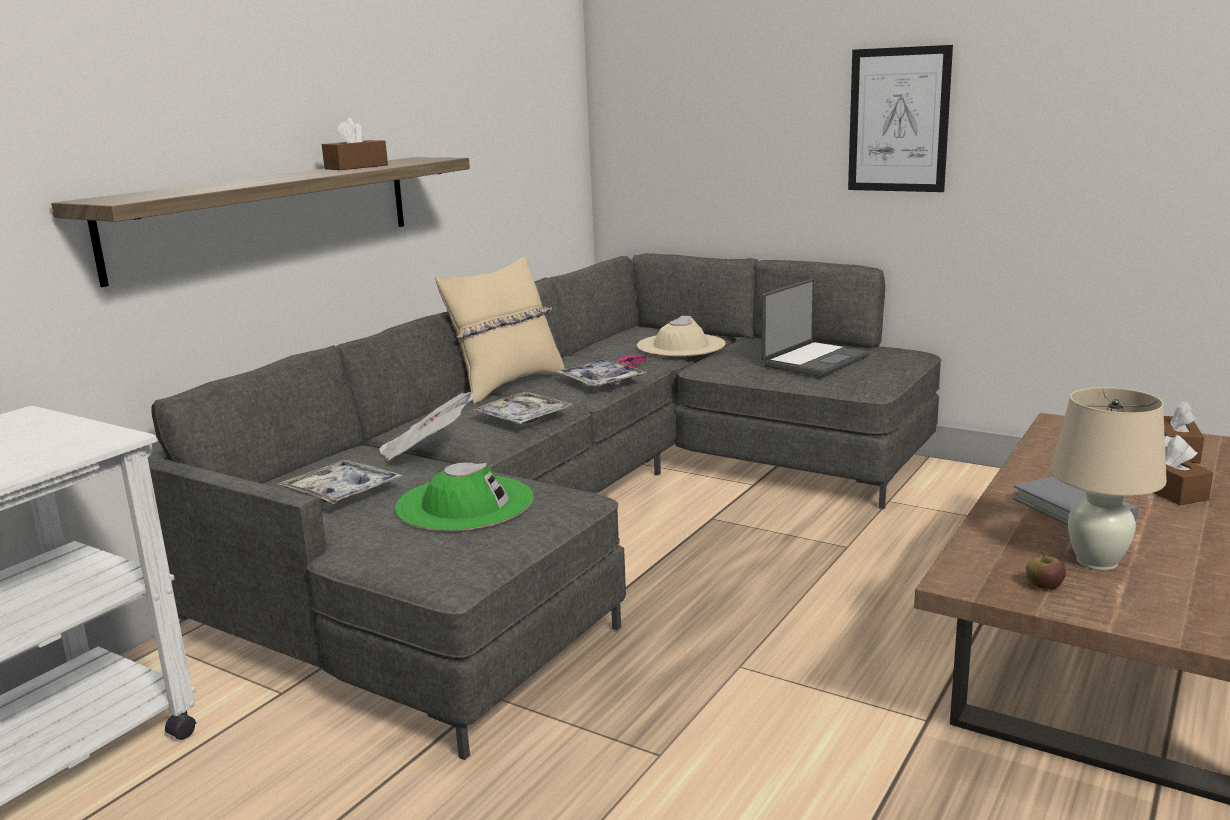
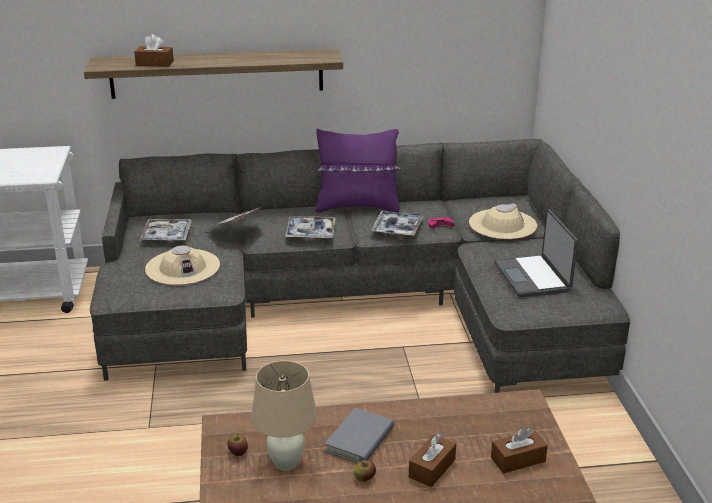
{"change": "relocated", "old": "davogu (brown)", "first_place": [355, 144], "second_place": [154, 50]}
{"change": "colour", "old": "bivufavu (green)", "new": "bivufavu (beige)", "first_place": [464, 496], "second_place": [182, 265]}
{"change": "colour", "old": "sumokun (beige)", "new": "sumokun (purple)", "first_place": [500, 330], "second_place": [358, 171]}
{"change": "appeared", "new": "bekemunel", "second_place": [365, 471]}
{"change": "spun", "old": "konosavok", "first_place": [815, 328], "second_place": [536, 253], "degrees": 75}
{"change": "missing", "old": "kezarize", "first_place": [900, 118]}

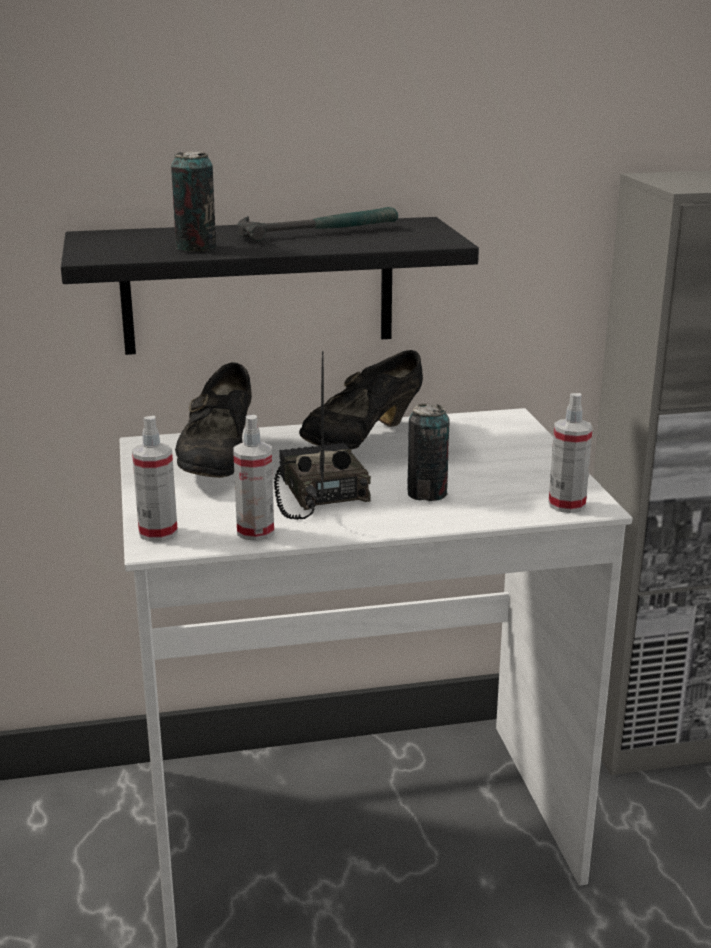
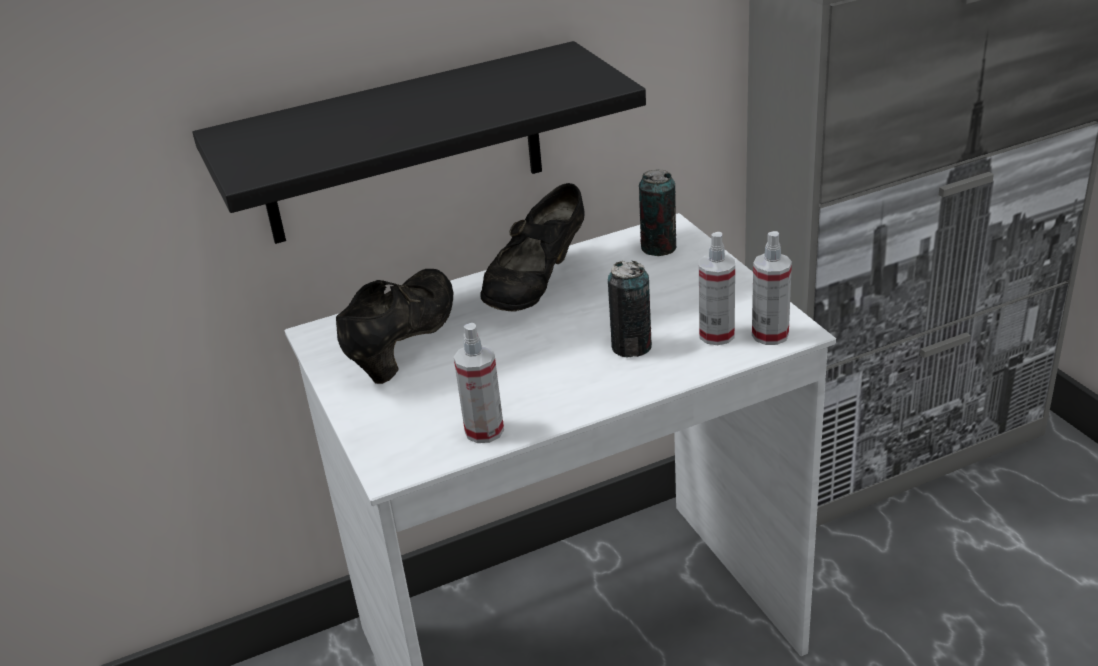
{"change": "spun", "old": "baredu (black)", "first_place": [213, 420], "second_place": [394, 326], "degrees": -150}
{"change": "relocated", "old": "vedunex", "first_place": [193, 201], "second_place": [657, 212]}
{"change": "relocated", "old": "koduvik", "first_place": [155, 478], "second_place": [717, 288]}
{"change": "missing", "old": "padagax", "first_place": [318, 224]}
{"change": "missing", "old": "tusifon", "first_place": [322, 435]}

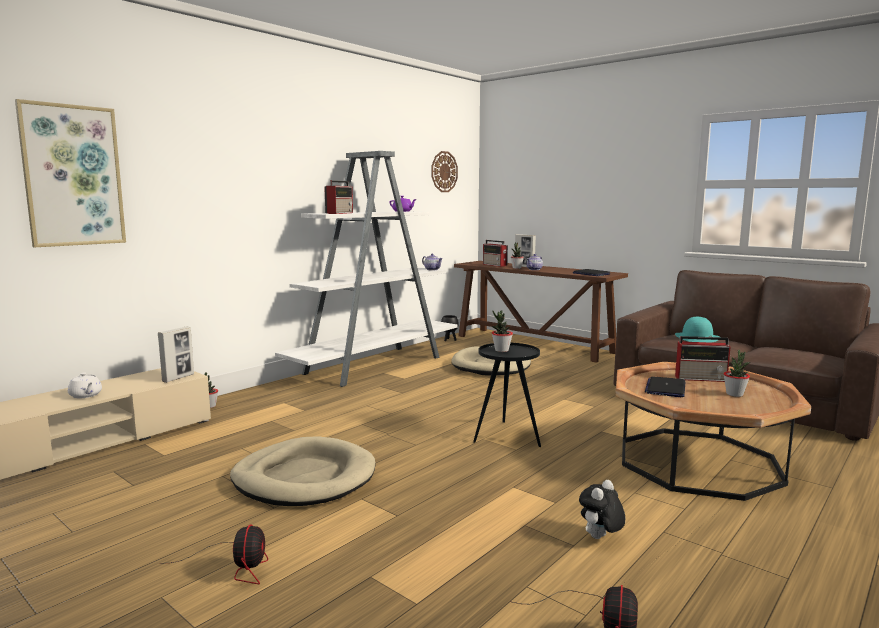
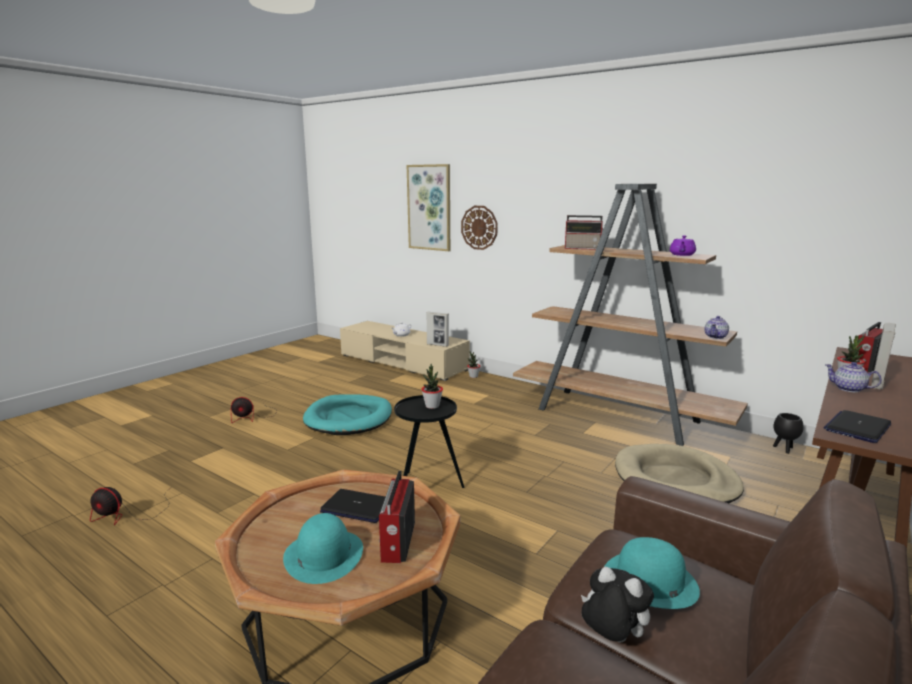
{"change": "exchanged", "old": "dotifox", "new": "bivufavu (turquoise)", "first_place": [736, 373], "second_place": [323, 548]}
{"change": "colour", "old": "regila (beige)", "new": "regila (turquoise)", "first_place": [302, 471], "second_place": [347, 414]}
{"change": "relocated", "old": "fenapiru", "first_place": [445, 171], "second_place": [479, 228]}
{"change": "colour", "old": "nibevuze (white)", "new": "nibevuze (brown)", "first_place": [366, 269], "second_place": [630, 315]}
{"change": "relocated", "old": "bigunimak", "first_place": [602, 509], "second_place": [617, 604]}

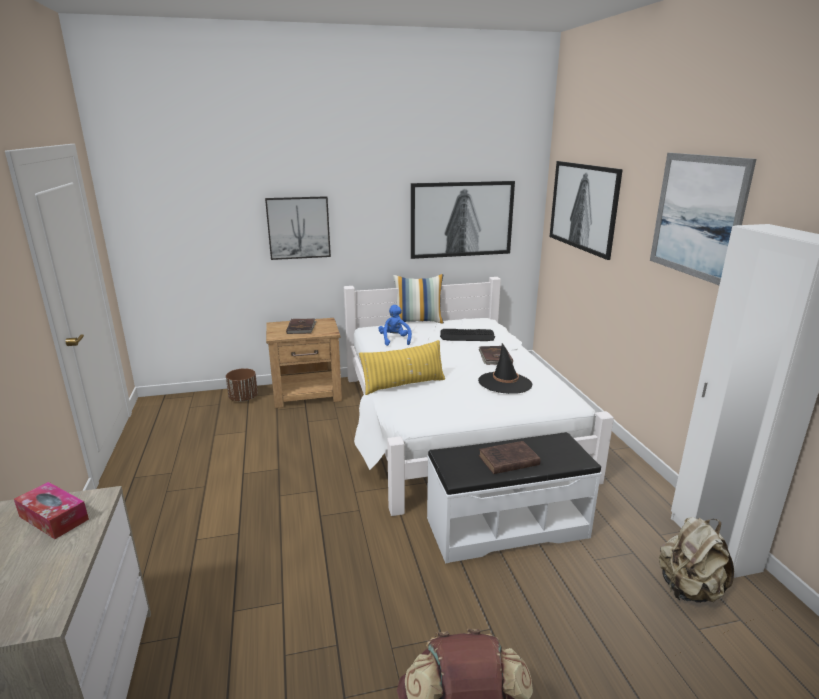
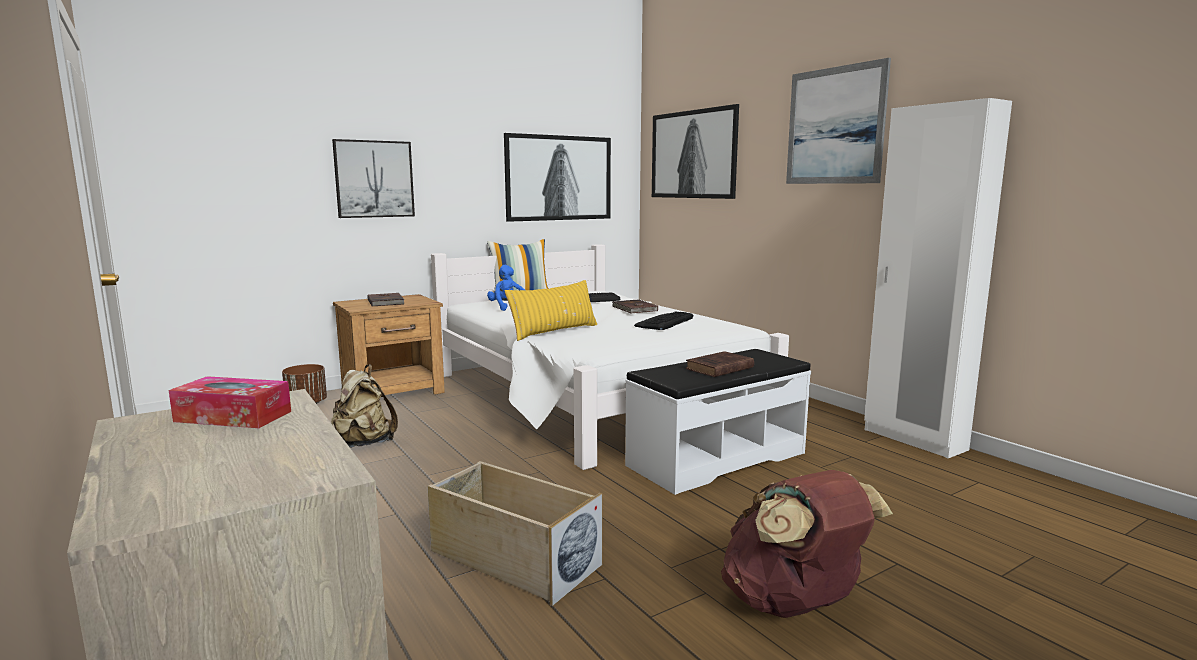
{"change": "relocated", "old": "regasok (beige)", "first_place": [696, 560], "second_place": [364, 406]}
{"change": "appeared", "new": "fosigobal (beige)", "second_place": [515, 533]}
{"change": "exchanged", "old": "bivufavu (black)", "new": "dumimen", "first_place": [505, 368], "second_place": [663, 321]}

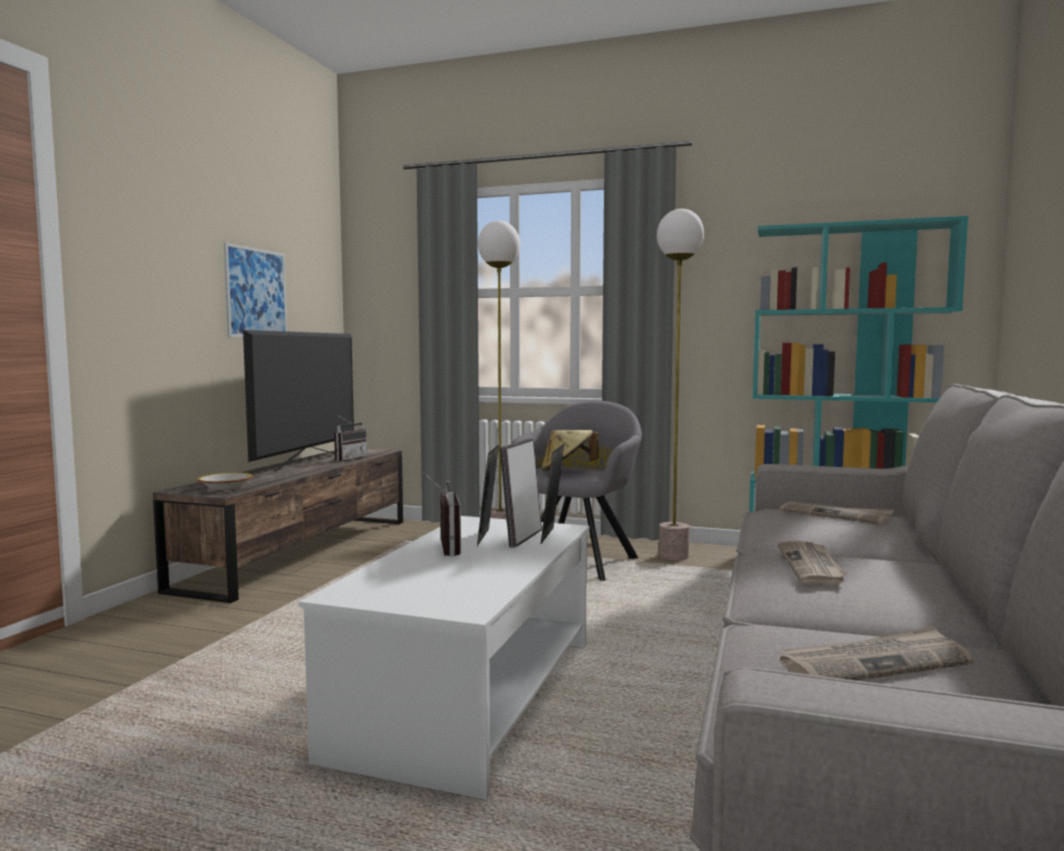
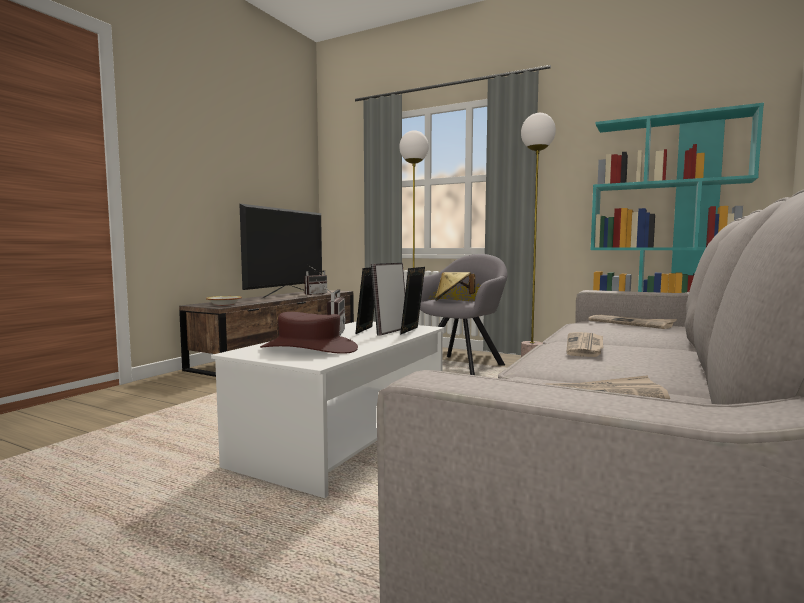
{"change": "appeared", "new": "bivufavu (brown)", "second_place": [309, 333]}
{"change": "missing", "old": "kezarize", "first_place": [255, 289]}

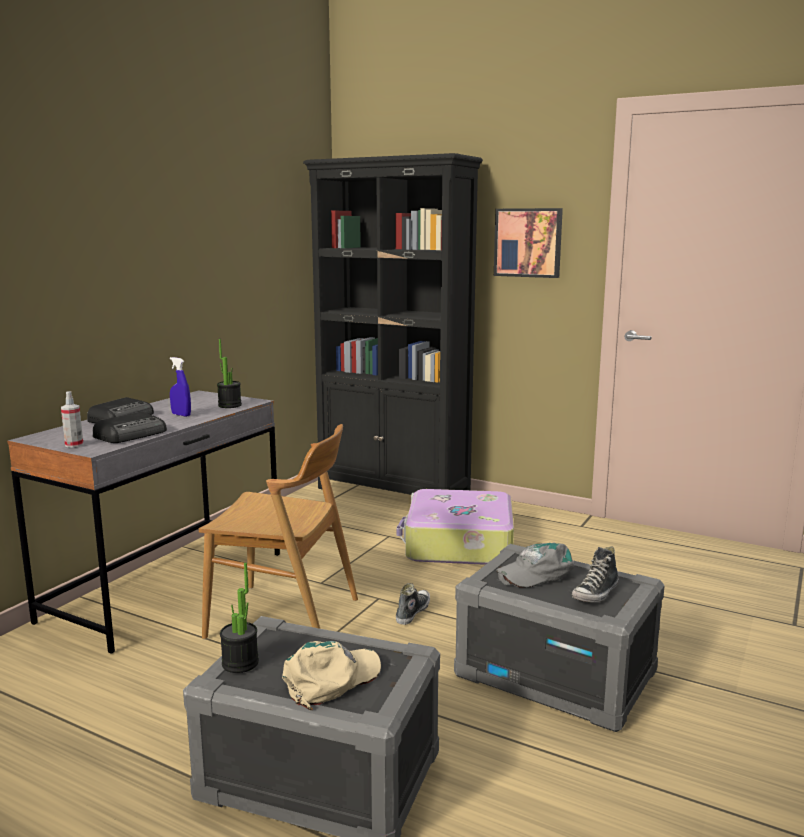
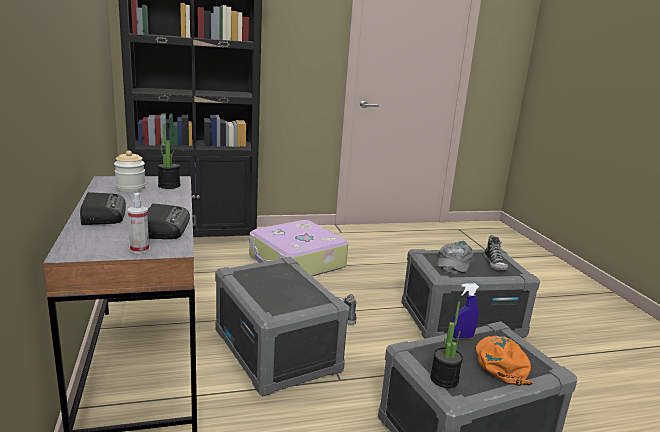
{"change": "appeared", "new": "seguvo", "second_place": [130, 171]}
{"change": "exchanged", "old": "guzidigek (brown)", "new": "fosigobal (grey)", "first_place": [278, 531], "second_place": [282, 326]}
{"change": "relocated", "old": "koduvik (blue)", "first_place": [180, 387], "second_place": [465, 311]}
{"change": "colour", "old": "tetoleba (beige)", "new": "tetoleba (orange)", "first_place": [331, 676], "second_place": [504, 360]}
{"change": "missing", "old": "kezarize", "first_place": [528, 243]}

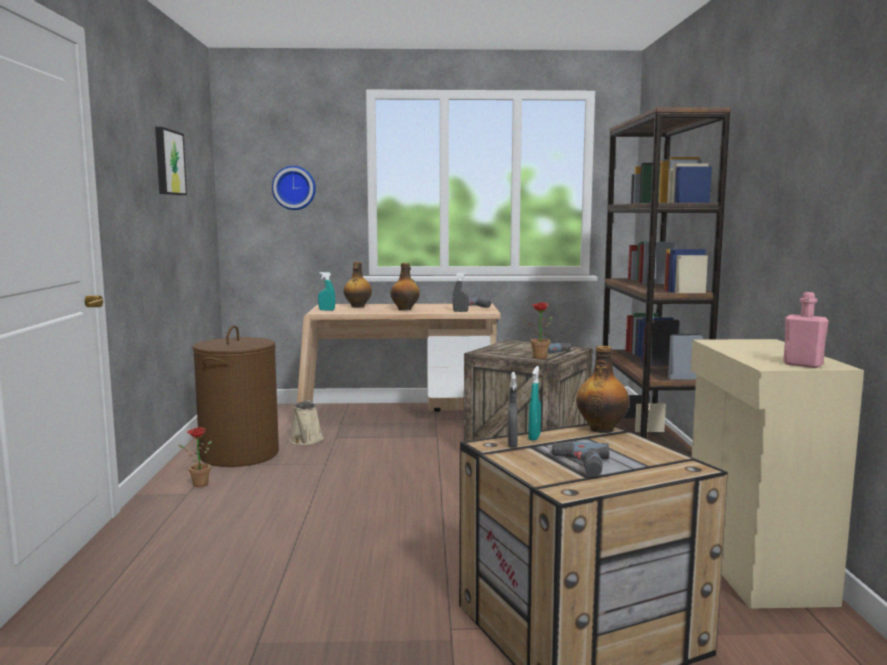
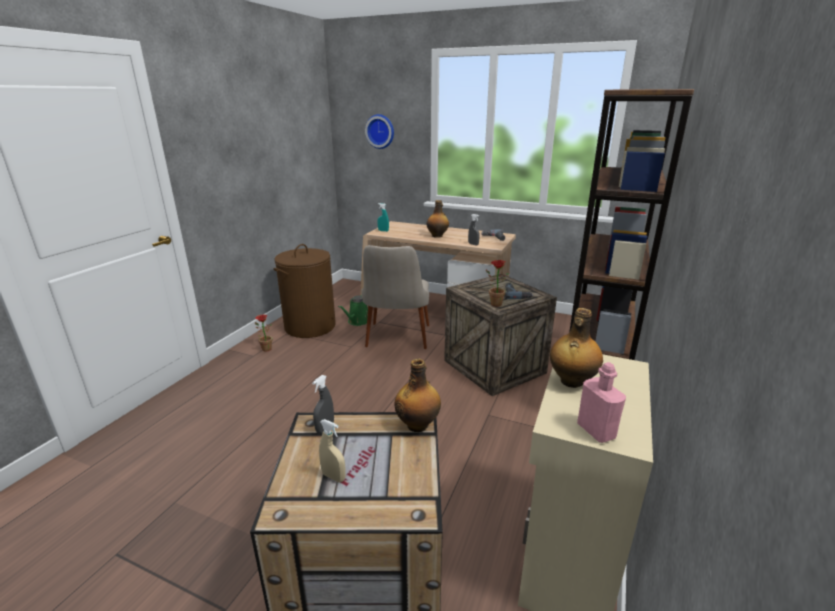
{"change": "exchanged", "old": "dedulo", "new": "koduvik (beige)", "first_place": [578, 459], "second_place": [332, 450]}
{"change": "colour", "old": "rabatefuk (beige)", "new": "rabatefuk (green)", "first_place": [306, 422], "second_place": [353, 310]}
{"change": "appeared", "new": "guzidigek (beige)", "second_place": [395, 297]}
{"change": "relocated", "old": "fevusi", "first_place": [358, 285], "second_place": [576, 348]}
{"change": "missing", "old": "kezarize", "first_place": [171, 161]}
{"change": "missing", "old": "koduvik (turquoise)", "first_place": [534, 403]}

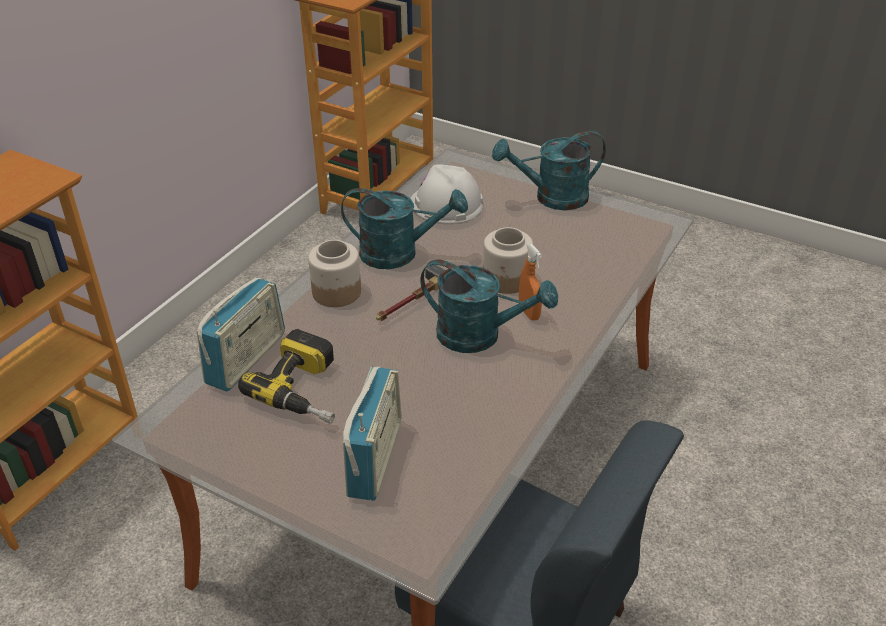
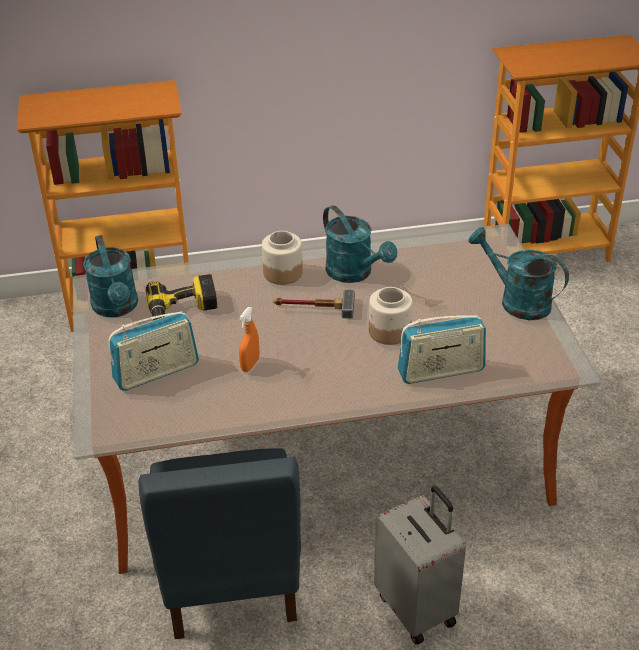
{"change": "relocated", "old": "rabatefuk (turquoise)", "first_place": [489, 306], "second_place": [110, 276]}
{"change": "relocated", "old": "koduvik (orange)", "first_place": [530, 282], "second_place": [249, 339]}
{"change": "appeared", "new": "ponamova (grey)", "second_place": [420, 565]}
{"change": "relocated", "old": "tusifon", "first_place": [241, 334], "second_place": [441, 349]}
{"change": "missing", "old": "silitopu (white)", "first_place": [447, 193]}

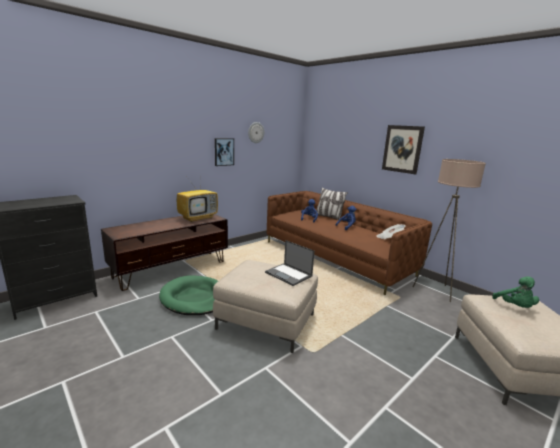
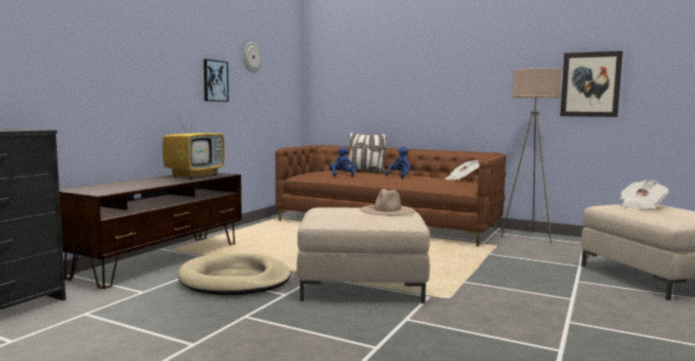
{"change": "colour", "old": "regila (green)", "new": "regila (beige)", "first_place": [188, 295], "second_place": [234, 274]}
{"change": "exchanged", "old": "konosavok", "new": "bivufavu (beige)", "first_place": [289, 263], "second_place": [387, 202]}
{"change": "relocated", "old": "kezarize", "first_place": [403, 149], "second_place": [591, 84]}
{"change": "exchanged", "old": "bigunimak (green)", "new": "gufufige", "first_place": [515, 292], "second_place": [644, 194]}

